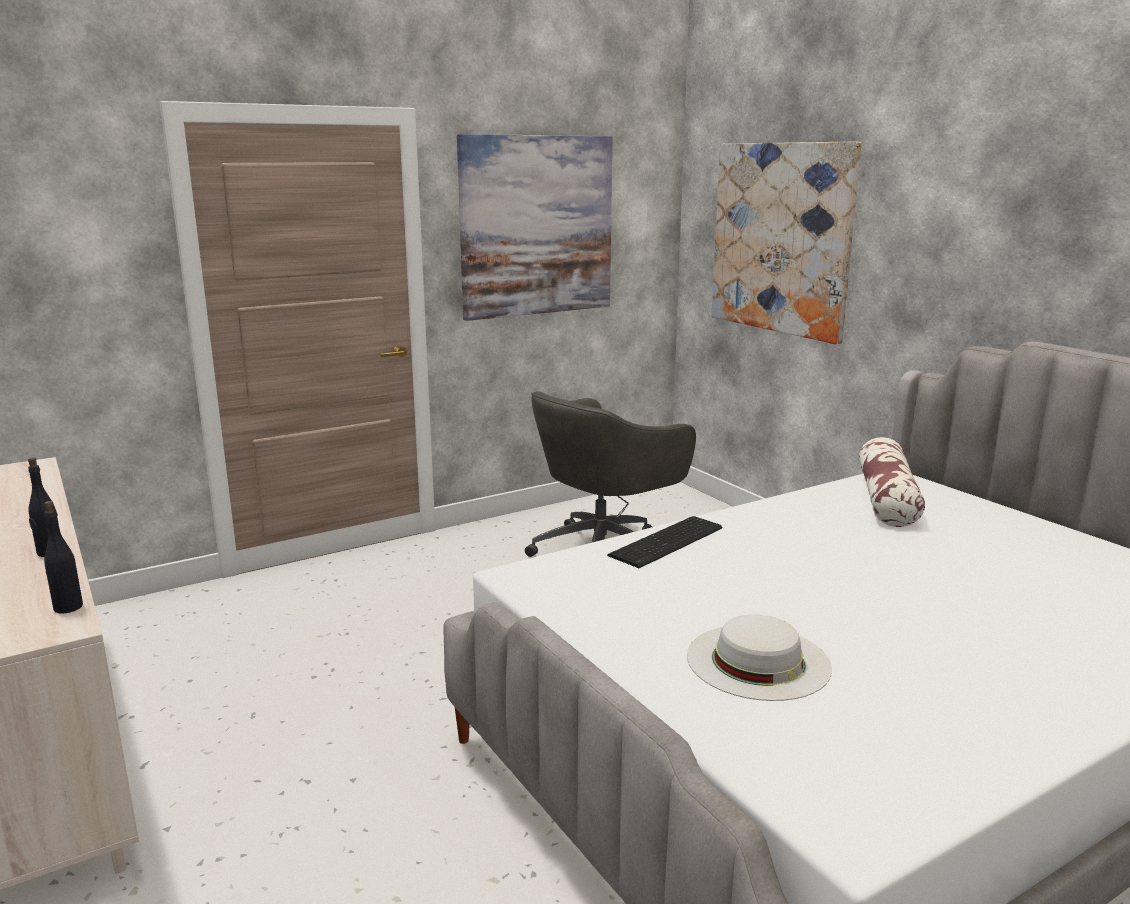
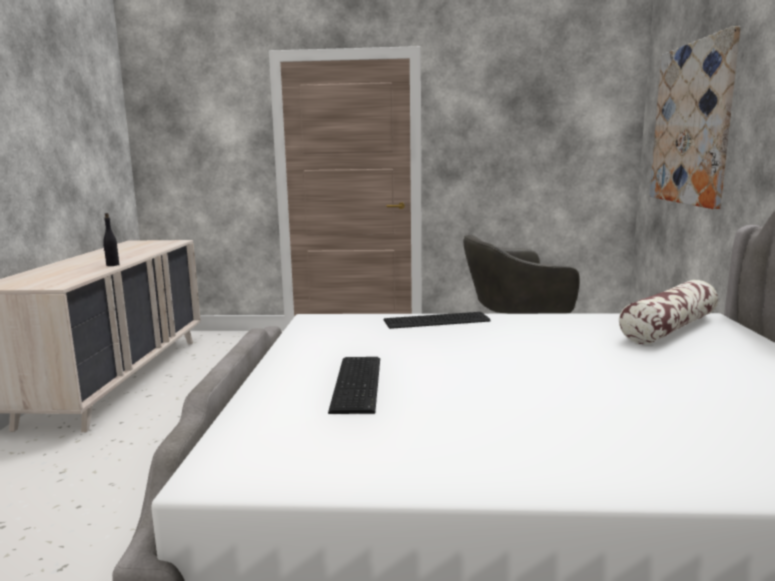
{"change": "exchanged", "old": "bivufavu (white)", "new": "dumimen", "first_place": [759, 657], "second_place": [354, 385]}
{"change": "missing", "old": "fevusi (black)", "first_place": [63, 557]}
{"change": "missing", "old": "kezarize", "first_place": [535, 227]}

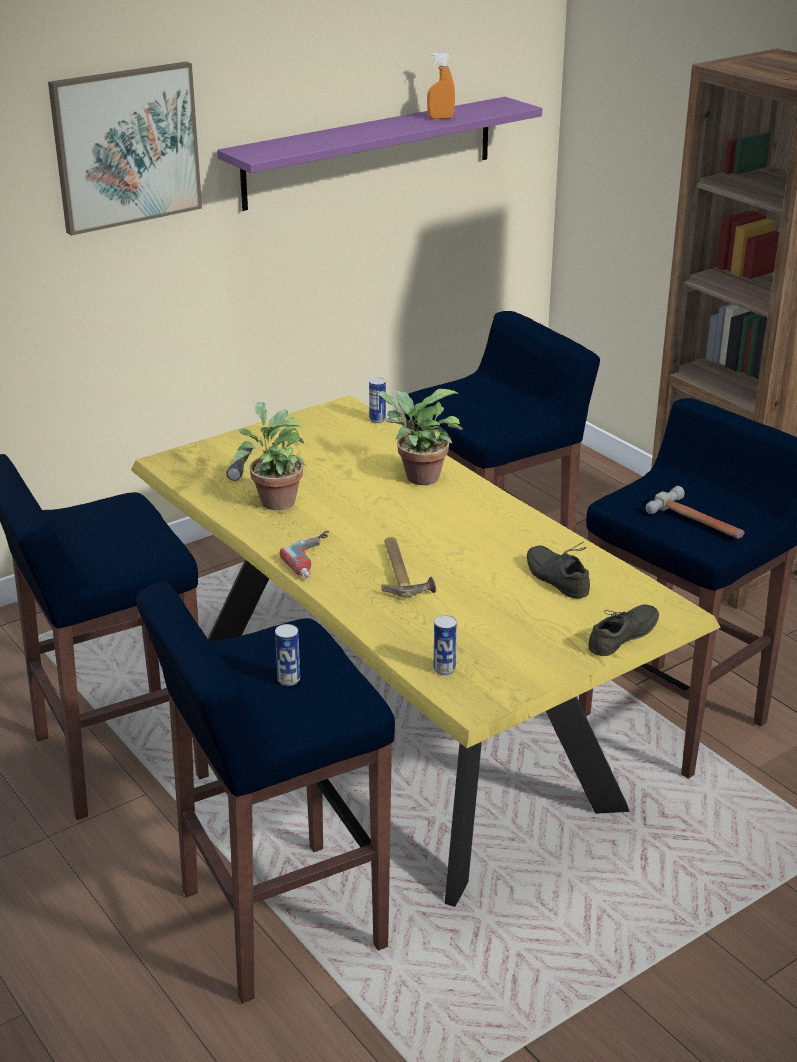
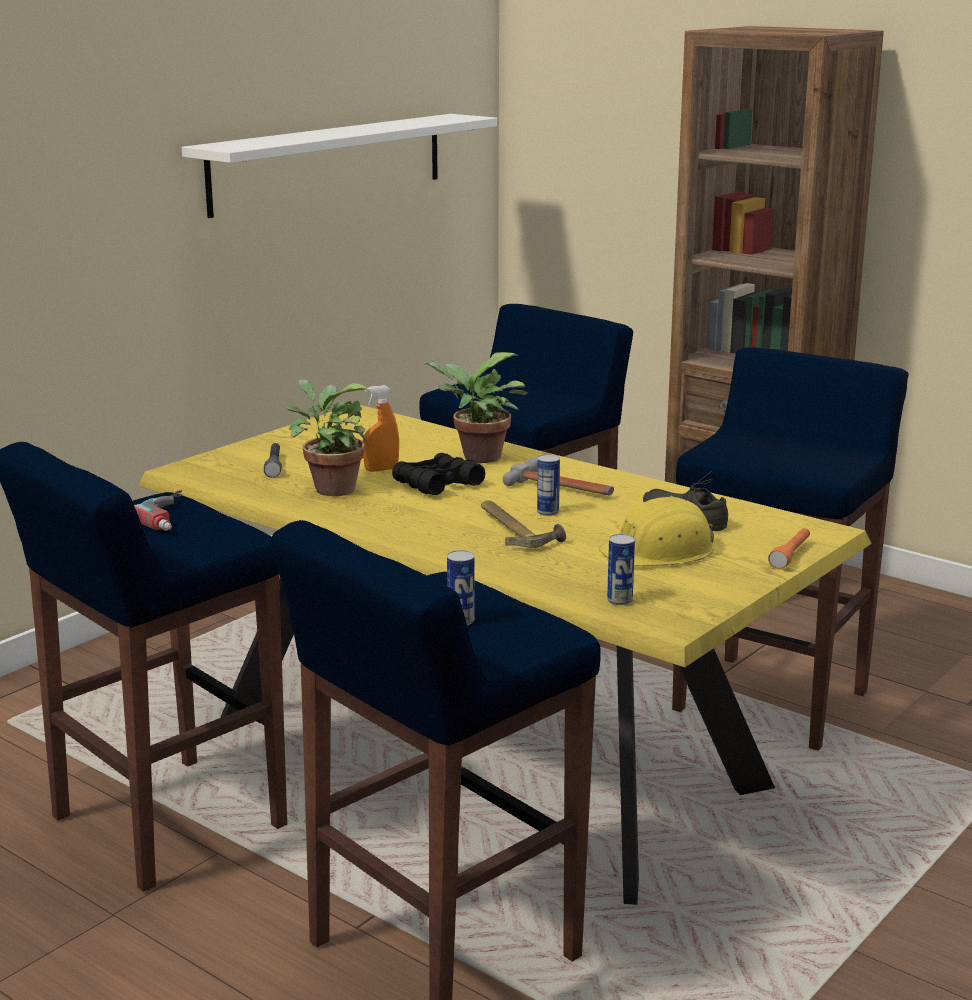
{"change": "relocated", "old": "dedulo", "first_place": [304, 554], "second_place": [158, 510]}
{"change": "colour", "old": "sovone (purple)", "new": "sovone (white)", "first_place": [379, 154], "second_place": [339, 166]}
{"change": "relocated", "old": "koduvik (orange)", "first_place": [441, 85], "second_place": [381, 428]}
{"change": "appeared", "new": "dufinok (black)", "second_place": [438, 474]}
{"change": "relocated", "old": "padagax", "first_place": [695, 512], "second_place": [558, 476]}
{"change": "relocated", "old": "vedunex", "first_place": [377, 400], "second_place": [548, 485]}
{"change": "appeared", "new": "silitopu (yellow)", "second_place": [656, 531]}
{"change": "exchanged", "old": "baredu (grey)", "new": "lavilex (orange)", "first_place": [624, 630], "second_place": [789, 548]}
{"change": "missing", "old": "kezarize", "first_place": [125, 148]}

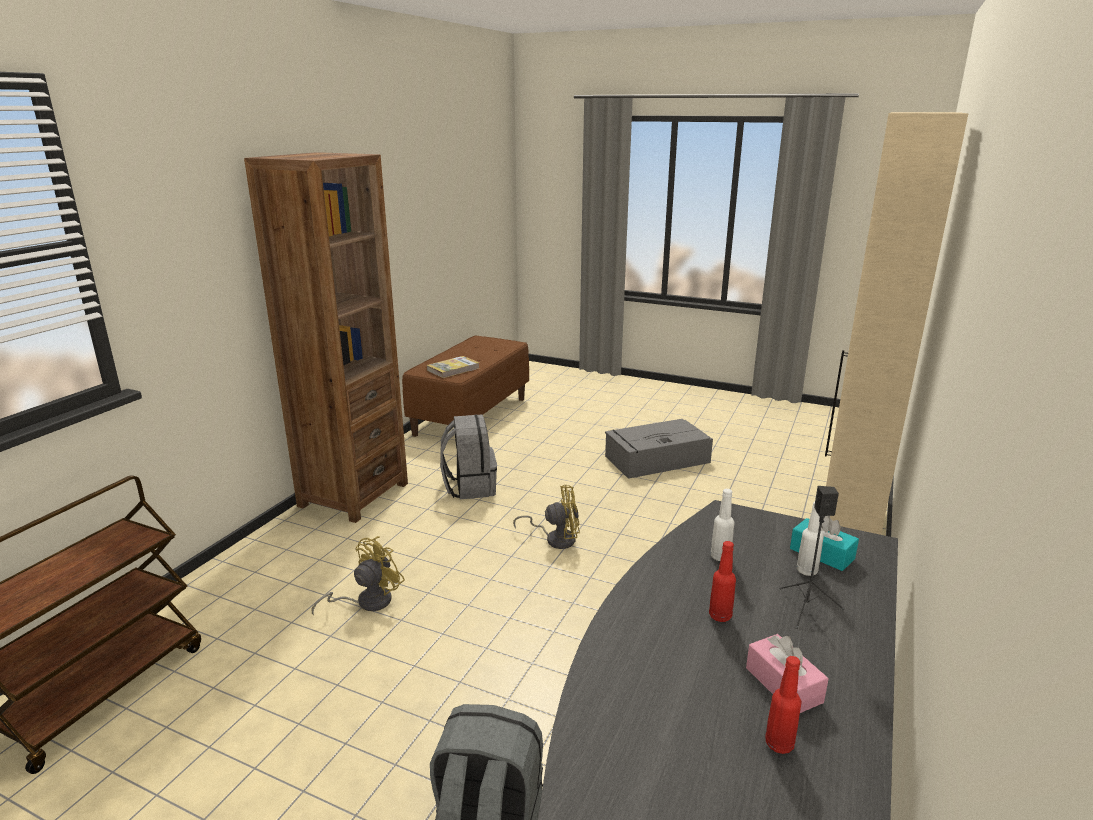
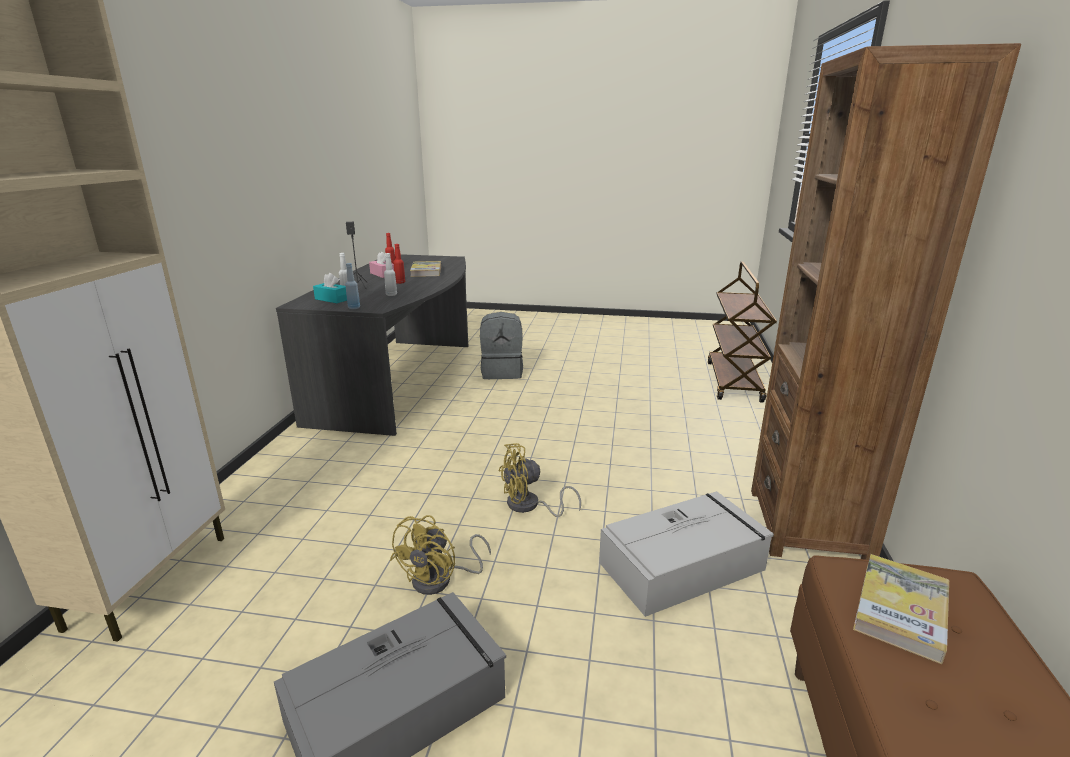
{"change": "appeared", "new": "fevusi (blue)", "second_place": [352, 286]}
{"change": "relocated", "old": "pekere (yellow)", "first_place": [358, 575], "second_place": [440, 555]}
{"change": "appeared", "new": "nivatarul", "second_place": [425, 269]}
{"change": "exchanged", "old": "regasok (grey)", "new": "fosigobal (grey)", "first_place": [468, 456], "second_place": [686, 554]}

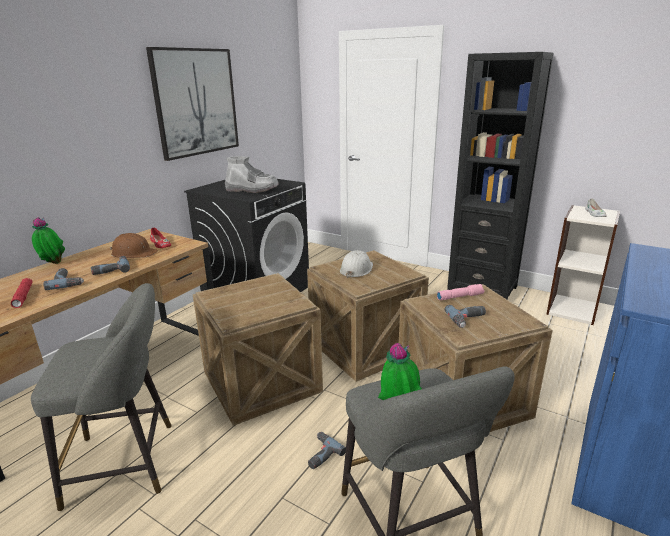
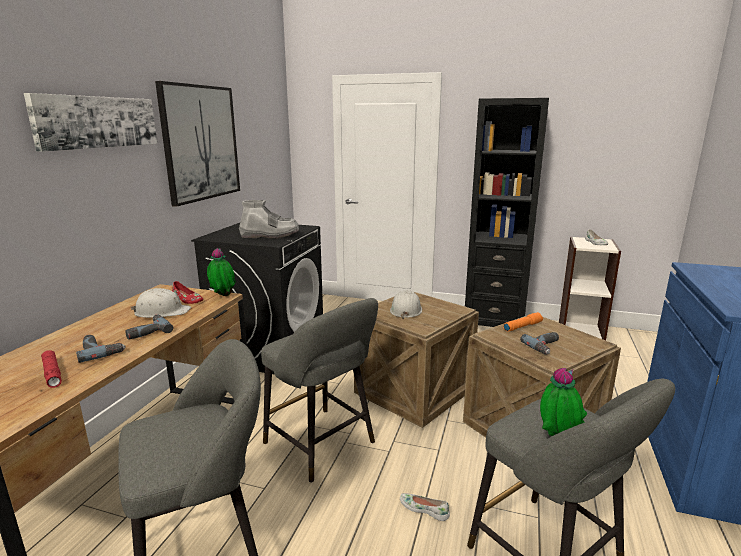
{"change": "appeared", "new": "kezarize", "second_place": [90, 122]}
{"change": "colour", "old": "silitopu (brown)", "new": "silitopu (white)", "first_place": [134, 245], "second_place": [161, 303]}
{"change": "relocated", "old": "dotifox", "first_place": [48, 240], "second_place": [221, 272]}
{"change": "exchanged", "old": "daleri", "new": "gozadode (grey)", "first_place": [258, 349], "second_place": [319, 390]}
{"change": "exchanged", "old": "dedulo", "new": "baredu (white)", "first_place": [327, 450], "second_place": [425, 507]}
{"change": "colour", "old": "lavilex (pink)", "new": "lavilex (orange)", "first_place": [460, 292], "second_place": [523, 321]}

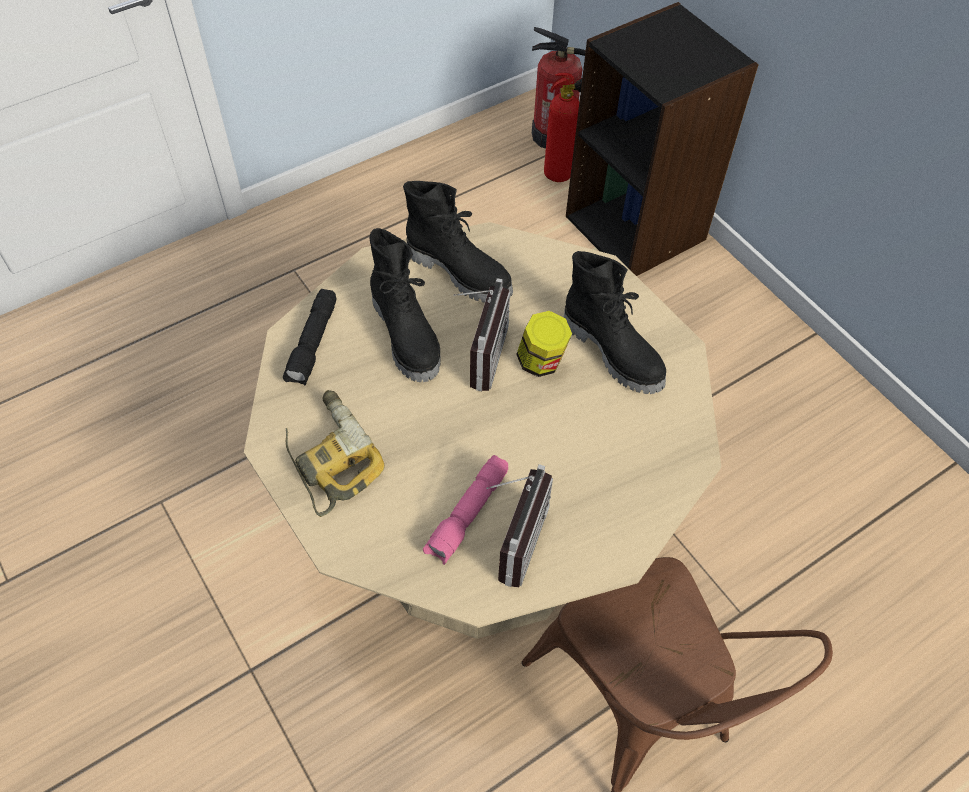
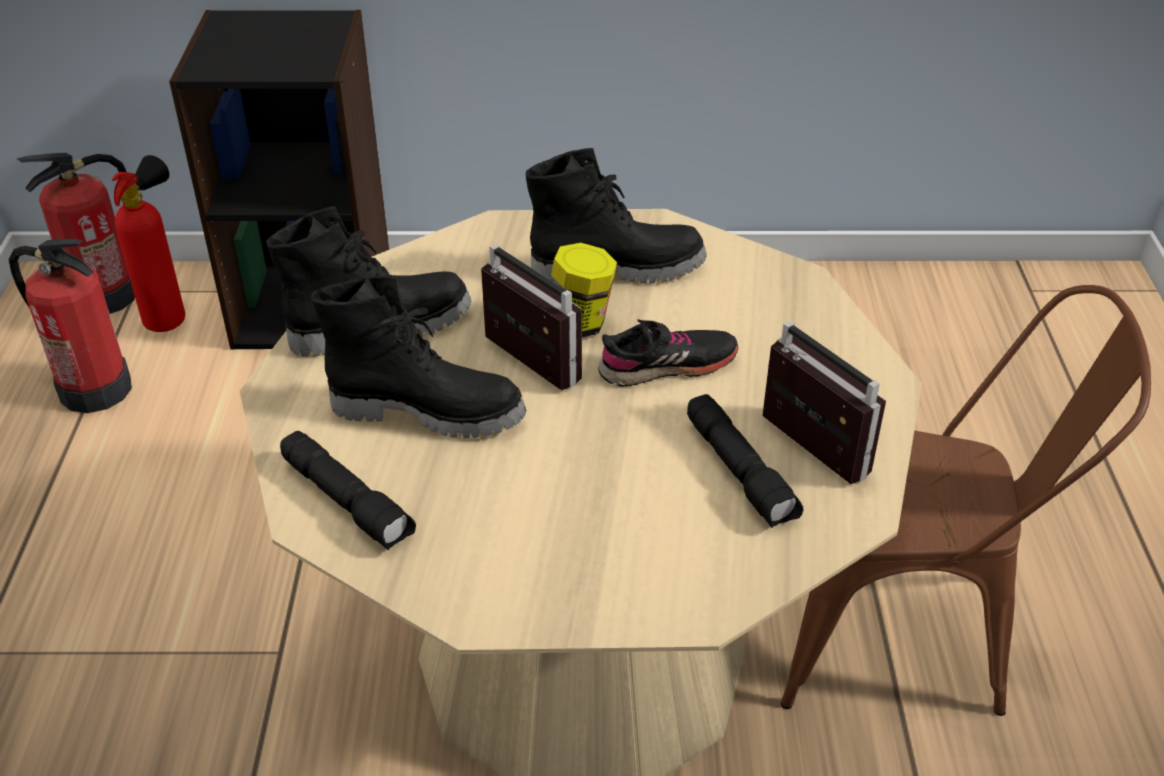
{"change": "appeared", "new": "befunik", "second_place": [70, 326]}
{"change": "appeared", "new": "baredu (black)", "second_place": [668, 352]}
{"change": "colour", "old": "lavilex (pink)", "new": "lavilex (black)", "first_place": [465, 510], "second_place": [745, 461]}
{"change": "missing", "old": "dedulo", "first_place": [335, 453]}

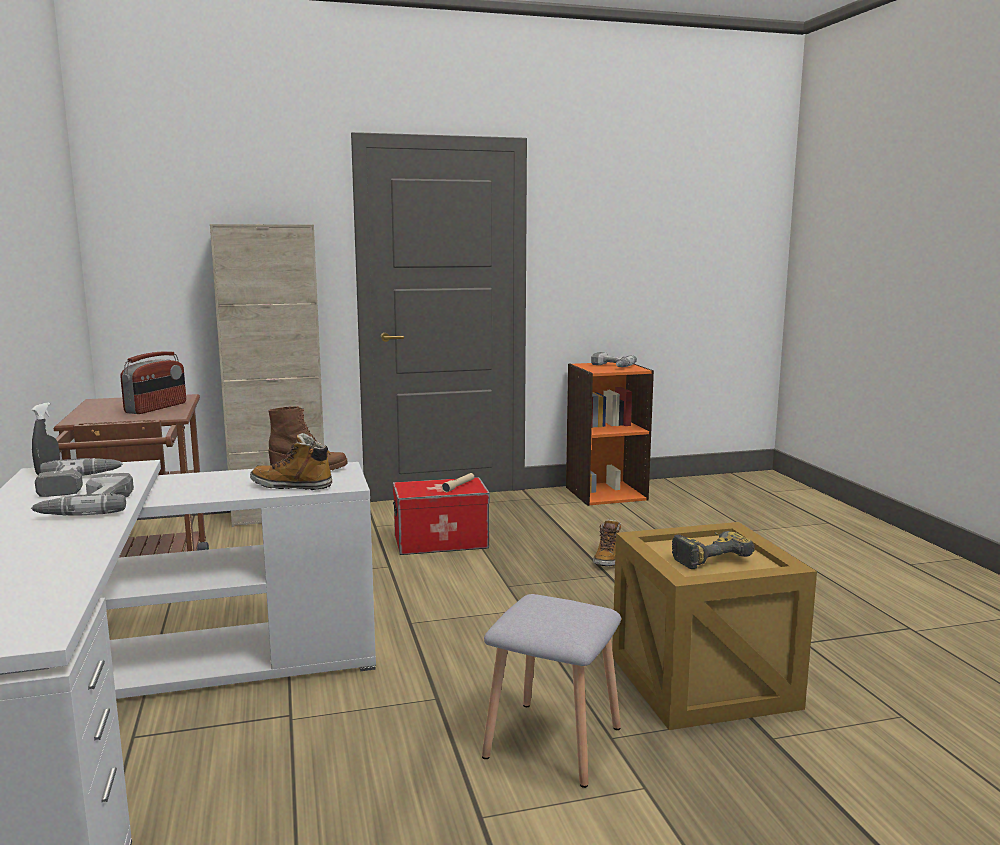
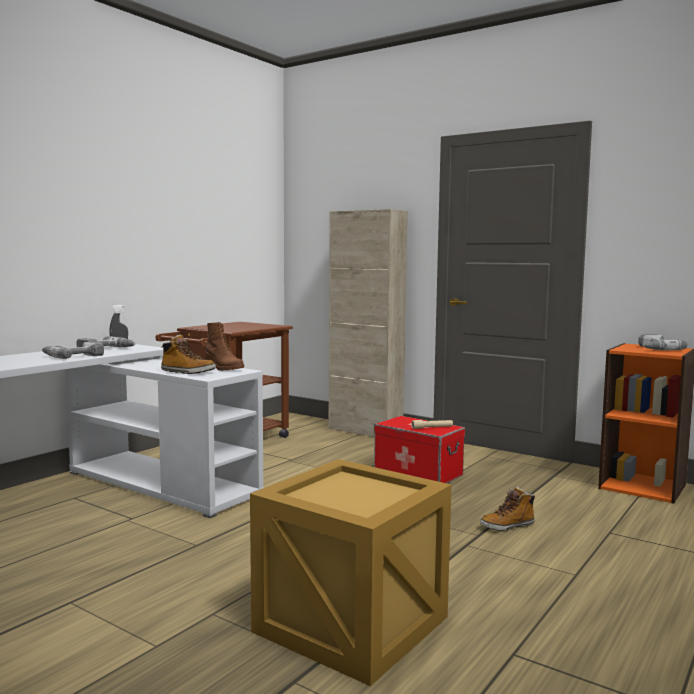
{"change": "spun", "old": "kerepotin", "first_place": [291, 461], "second_place": [188, 354], "degrees": 135}
{"change": "missing", "old": "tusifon", "first_place": [153, 382]}
{"change": "missing", "old": "gozadode (grey)", "first_place": [551, 691]}
{"change": "missing", "old": "dedulo", "first_place": [713, 550]}

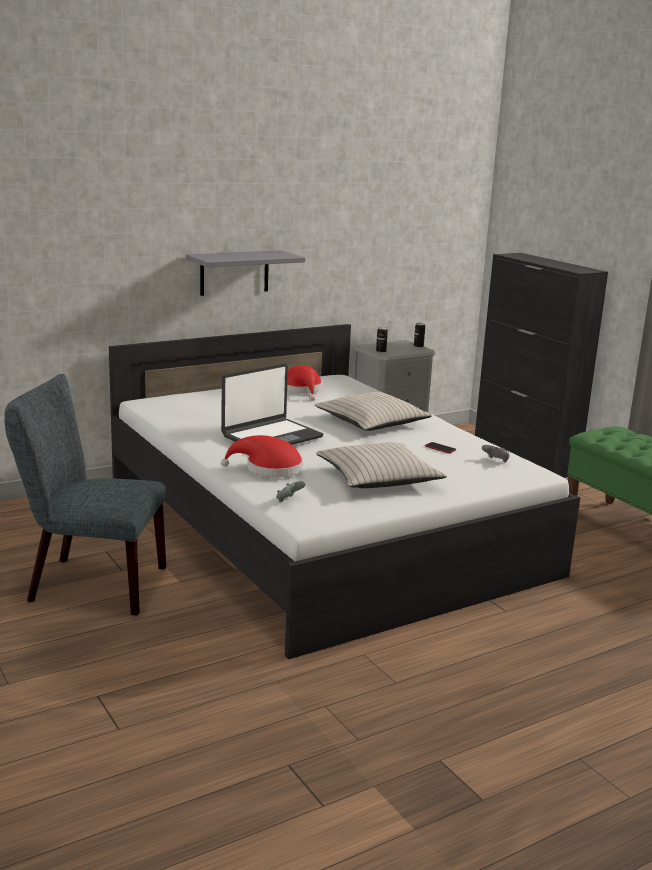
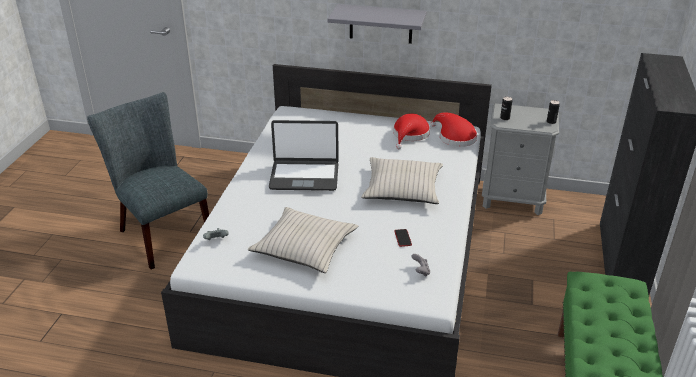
{"change": "relocated", "old": "bivufavu (red)", "first_place": [262, 456], "second_place": [453, 129]}

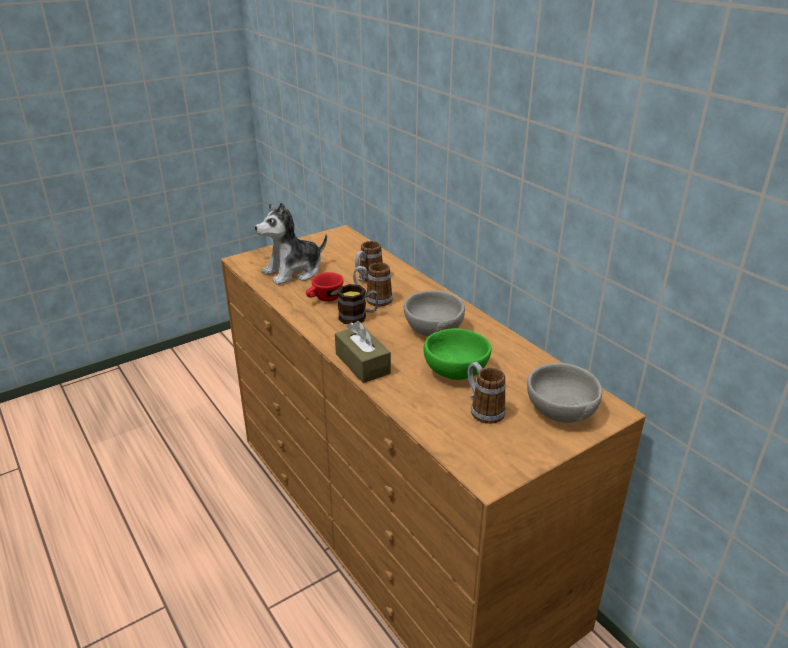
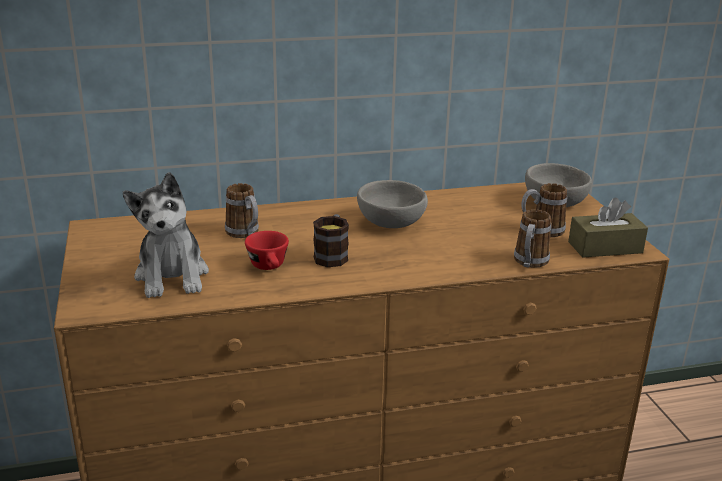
{"change": "relocated", "old": "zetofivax", "first_place": [373, 284], "second_place": [532, 238]}
{"change": "relocated", "old": "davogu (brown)", "first_place": [363, 352], "second_place": [608, 227]}
{"change": "missing", "old": "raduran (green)", "first_place": [457, 354]}

